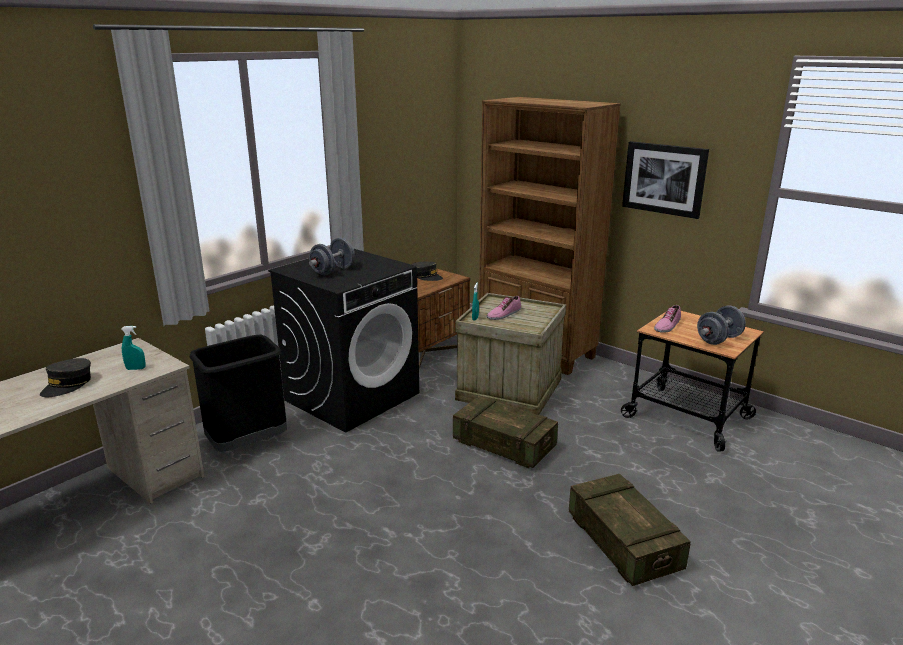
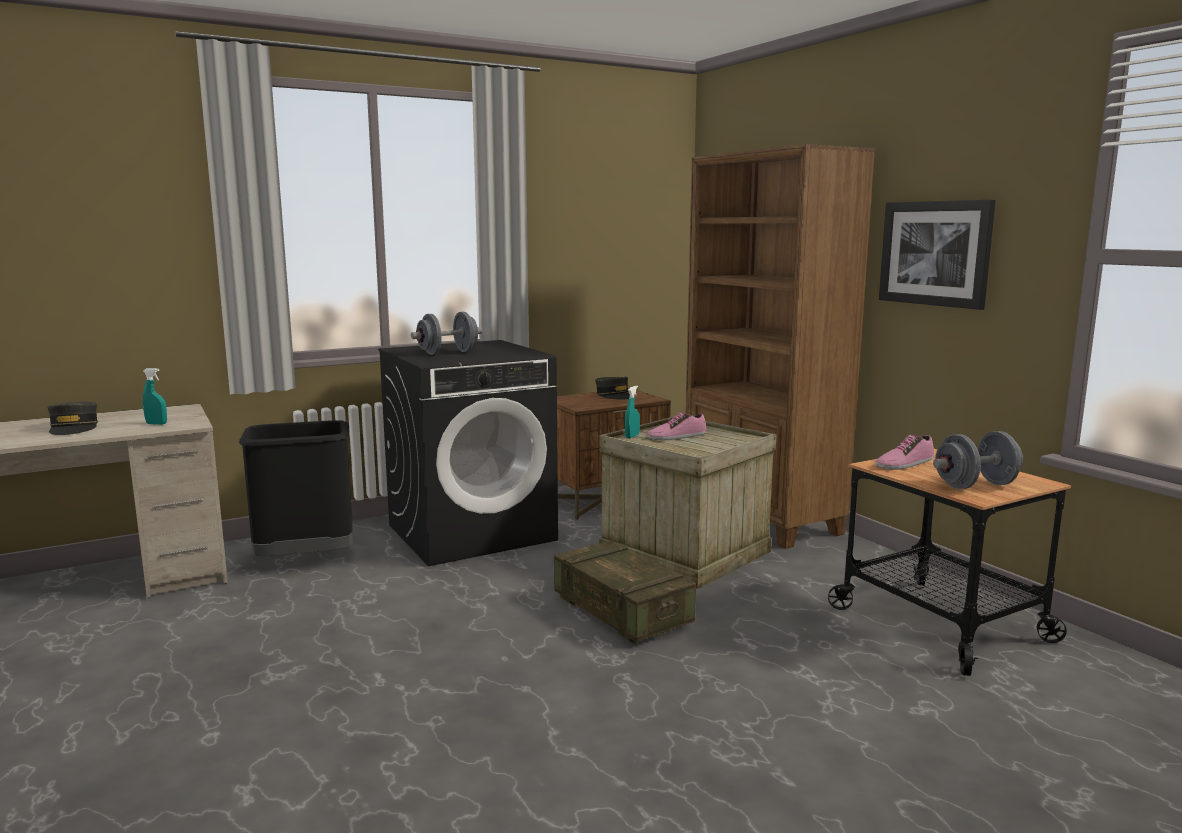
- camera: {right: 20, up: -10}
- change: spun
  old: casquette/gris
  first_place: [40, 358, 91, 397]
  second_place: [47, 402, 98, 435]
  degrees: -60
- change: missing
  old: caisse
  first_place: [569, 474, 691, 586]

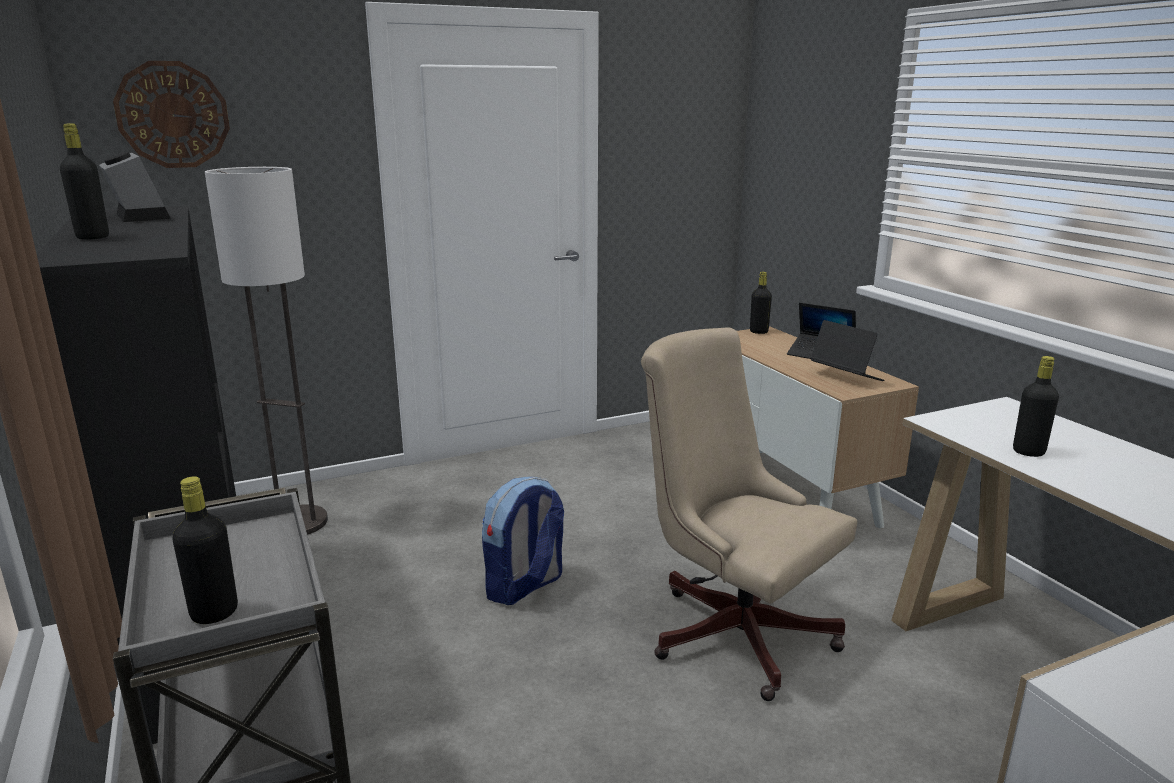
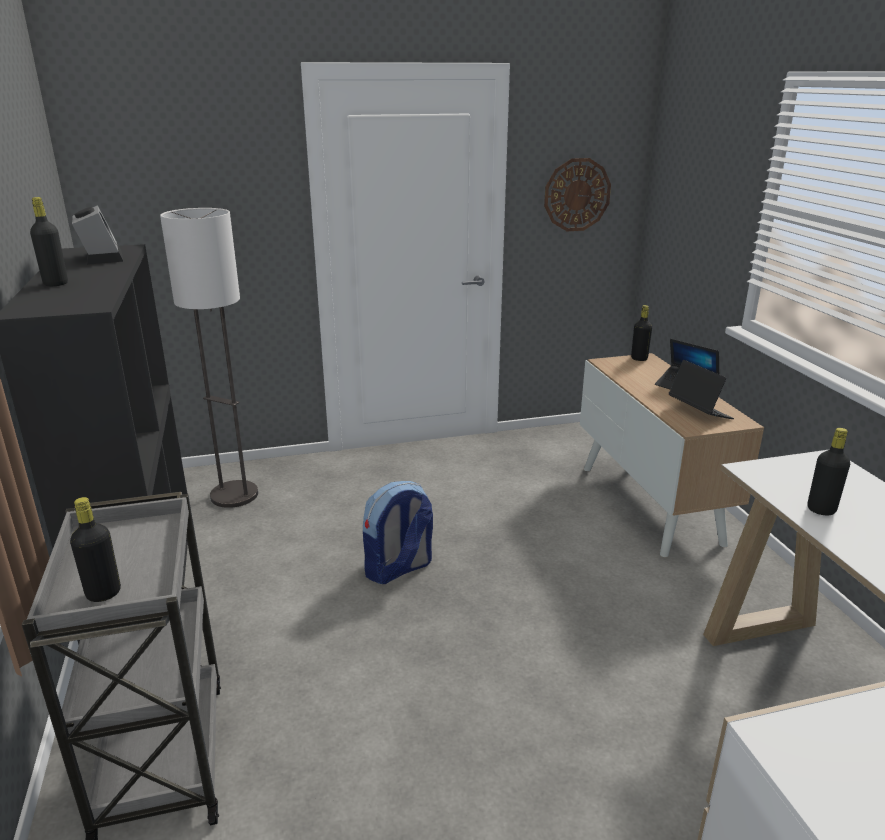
- camera: {right: 10, up: 5}
- change: relocated
  old: horloge murale
  first_place: [113, 61, 230, 168]
  second_place: [544, 158, 611, 231]
- change: missing
  old: chaise de bureau/beige
  first_place: [641, 327, 857, 701]

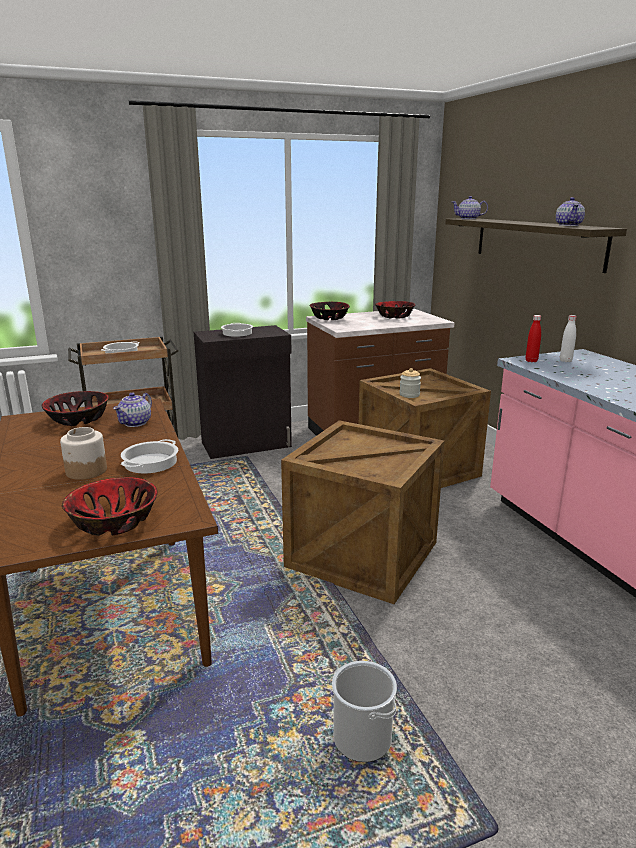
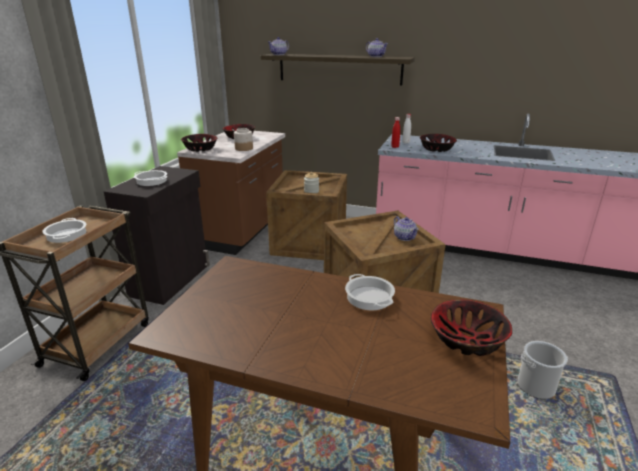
- camera: {right: -50, up: 5}
- change: relocated
  old: bol
  first_place: [42, 391, 109, 426]
  second_place: [420, 134, 457, 152]
- change: relocated
  old: bocal
  first_place: [60, 427, 107, 480]
  second_place: [234, 128, 253, 151]
- change: relocated
  old: théière
  first_place: [113, 393, 152, 427]
  second_place: [394, 216, 419, 241]

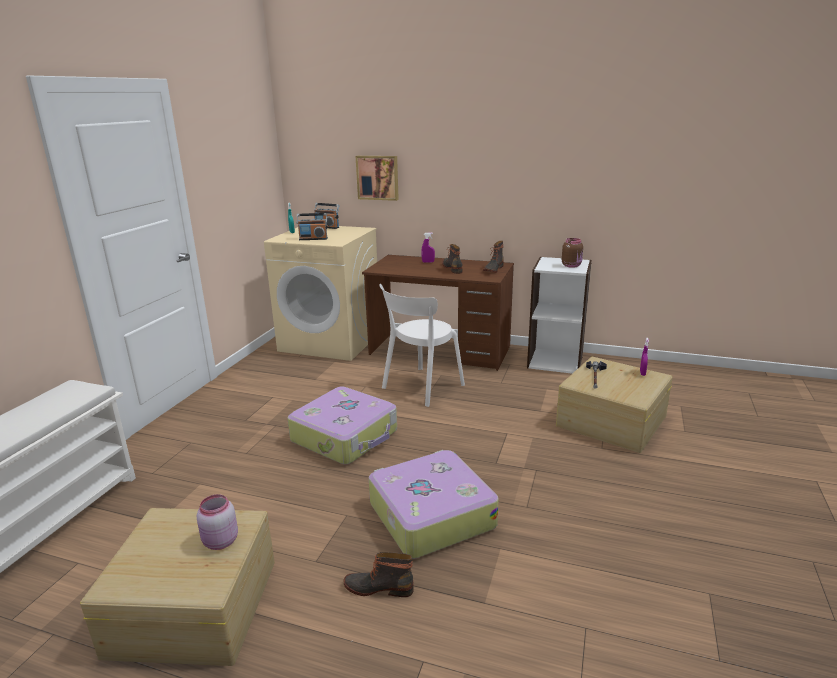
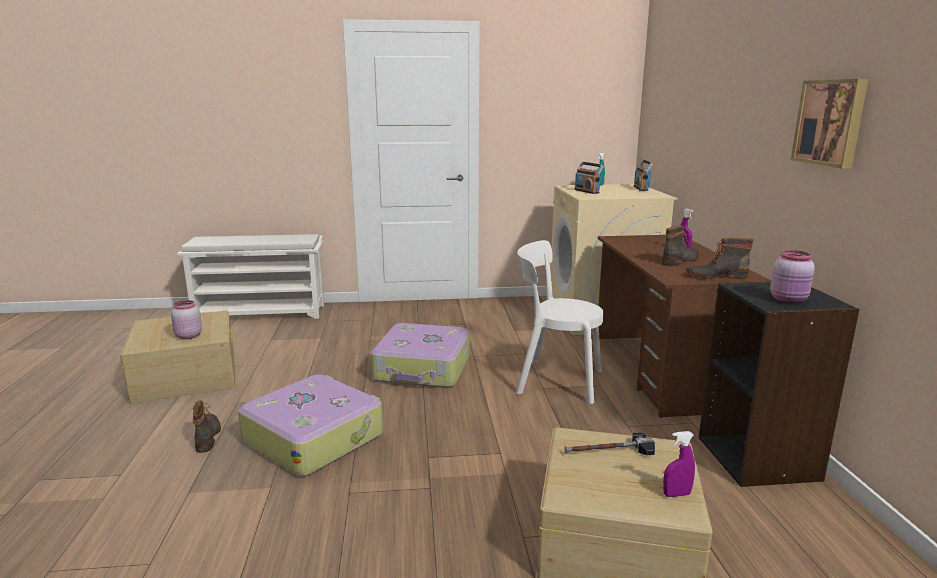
- camera: {right: 65, up: -5}
- change: relocated
  old: tableau
  first_place: [355, 156, 399, 201]
  second_place: [791, 79, 868, 169]
- change: colour
  old: bibliothèque/blanc
  new: bibliothèque/noir
  first_place: [527, 257, 592, 374]
  second_place: [698, 281, 860, 487]
- change: colour
  old: bocal/marron
  new: bocal/rose
  first_place: [562, 238, 583, 268]
  second_place: [770, 250, 815, 303]

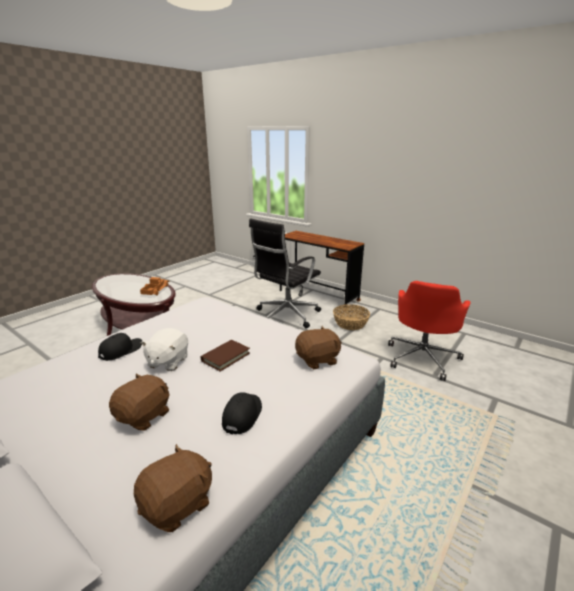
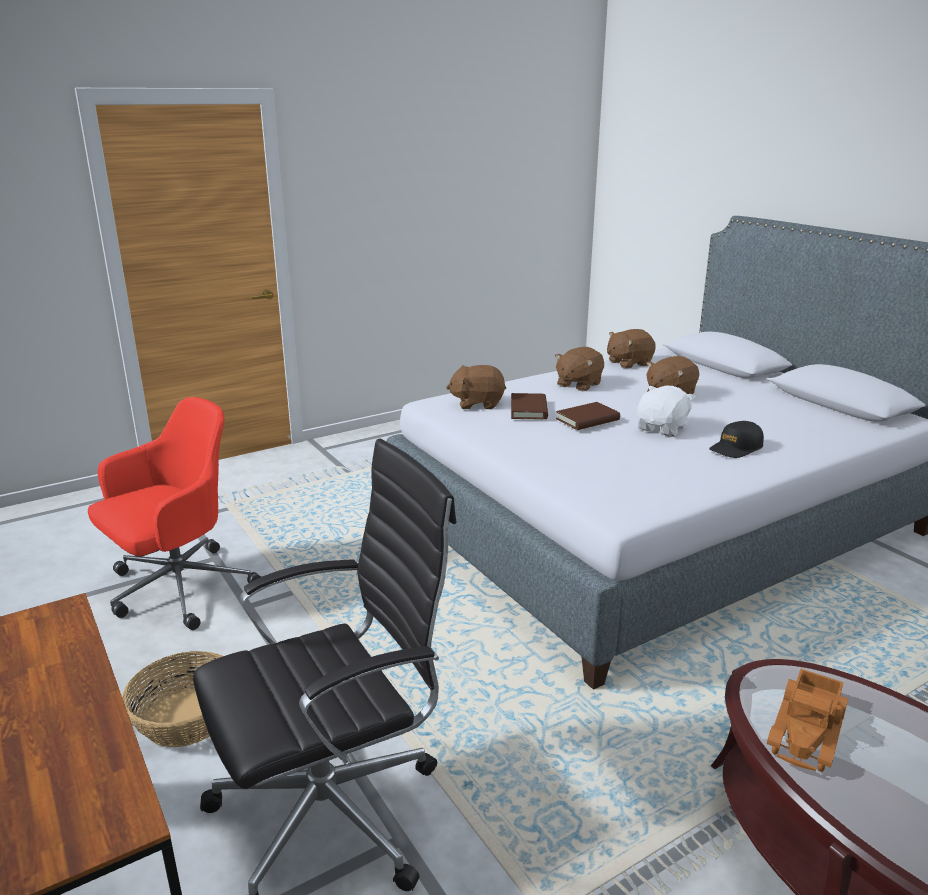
- camera: {right: -160, up: 0}
- change: exchanged
  old: casquette/noir
  new: peluche/marron
  first_place: [222, 392, 262, 434]
  second_place: [555, 347, 604, 391]
- change: appeared
  new: livre/marron
  second_place: [511, 393, 548, 420]

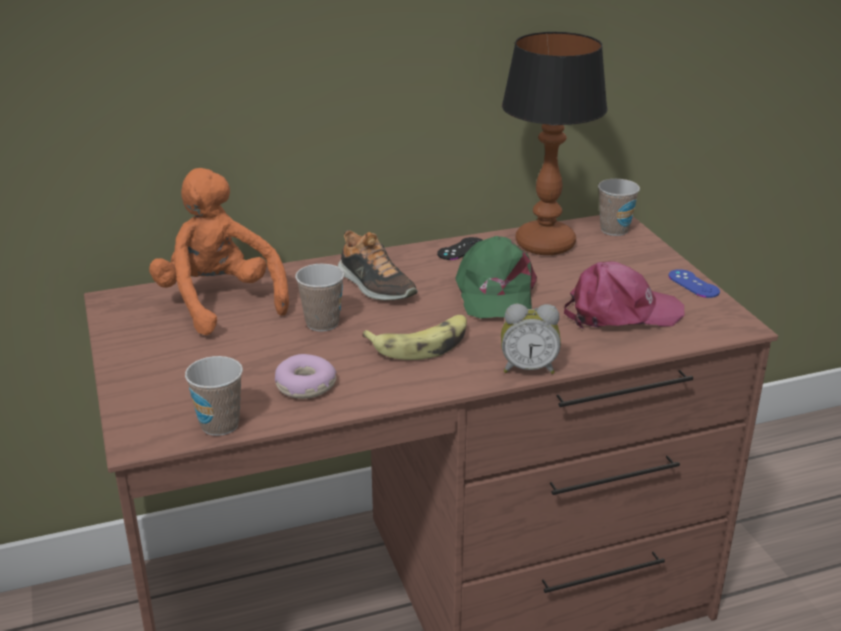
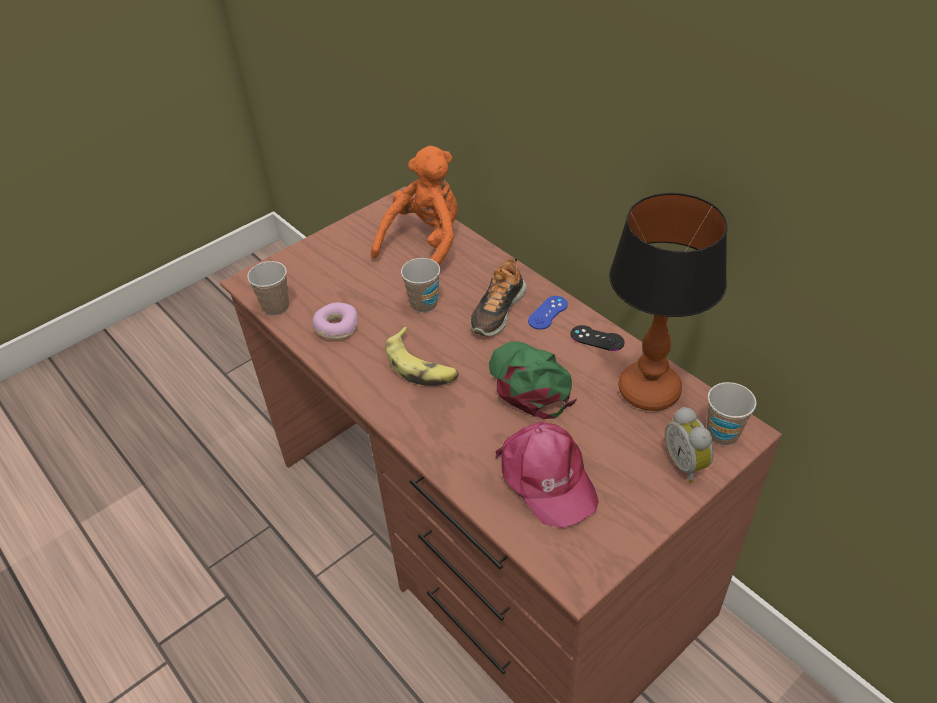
- camera: {right: 70, up: 15}
- change: spun
  old: casquette/vert
  first_place: [455, 236, 537, 319]
  second_place: [489, 342, 577, 419]
  degrees: 90
- change: relocated
  old: réveil
  first_place: [501, 304, 561, 374]
  second_place: [665, 407, 713, 483]
- change: relocated
  old: manette/bleu
  first_place: [668, 269, 720, 298]
  second_place: [528, 296, 568, 330]

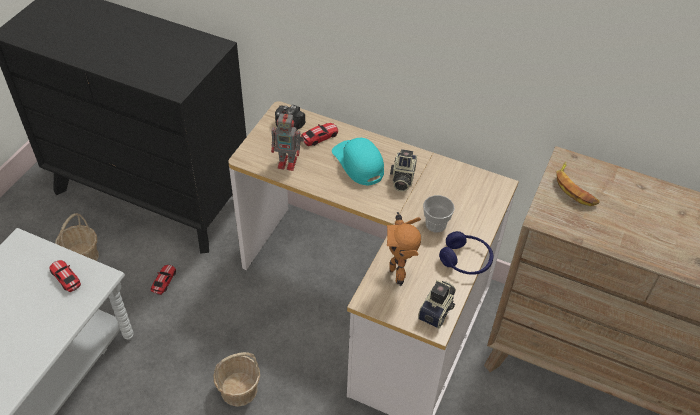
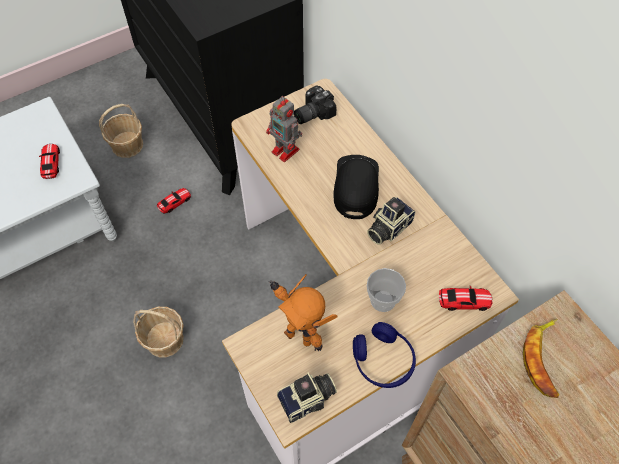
- camera: {right: 35, up: 10}
- change: relocated
  old: petite voiture
  first_place: [301, 123, 338, 146]
  second_place: [439, 286, 493, 311]
- change: colour
  old: casquette/turquoise
  new: casquette/noir
  first_place: [332, 138, 384, 186]
  second_place: [333, 155, 379, 219]
- change: spun
  old: robot jouet
  first_place: [387, 212, 421, 286]
  second_place: [269, 274, 338, 351]
  degrees: -75

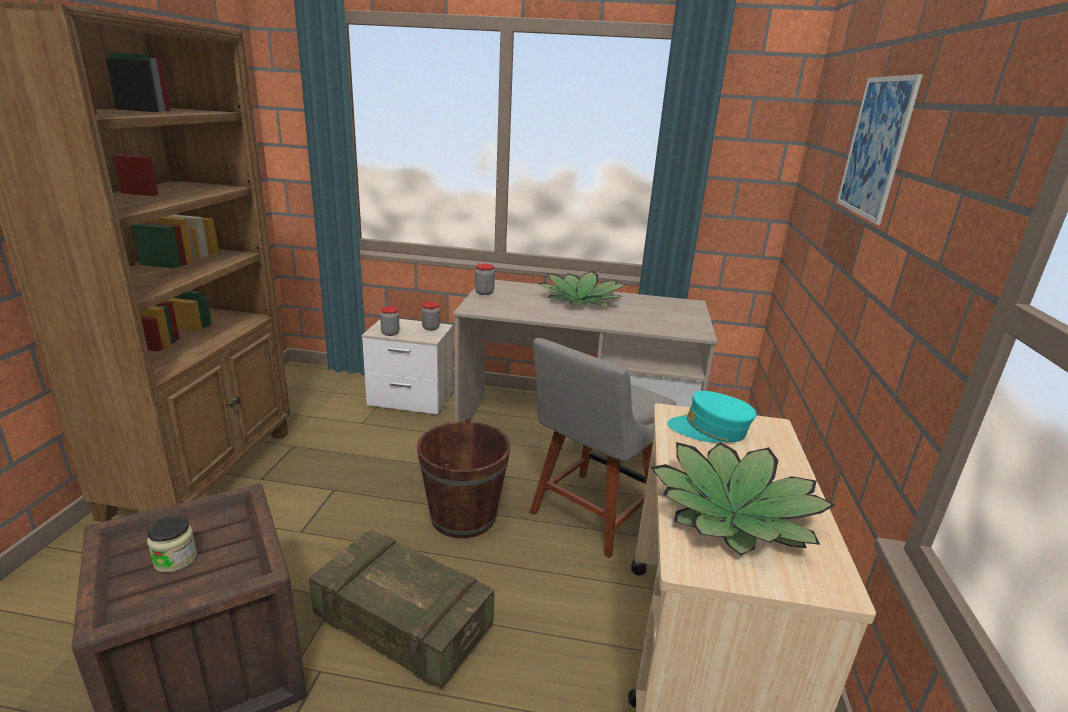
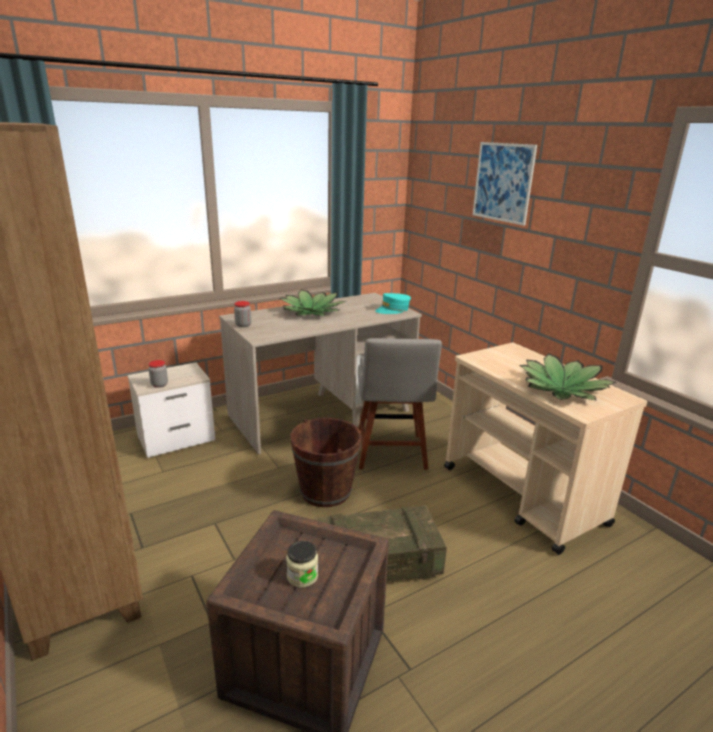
- camera: {right: -40, up: 0}
- change: missing
  old: bocal
  first_place: [422, 302, 440, 331]
- change: relocated
  old: casquette/turquoise
  first_place: [668, 391, 757, 442]
  second_place: [375, 293, 411, 314]

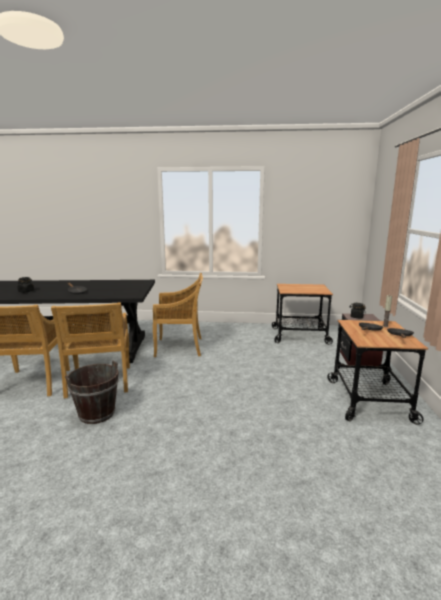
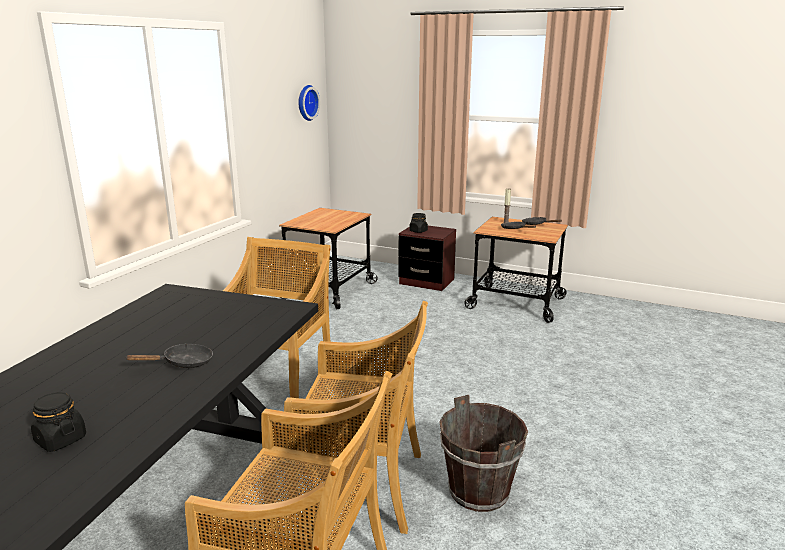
- camera: {right: -70, up: 5}
- change: appeared
  new: horloge murale
  second_place: [298, 85, 320, 121]

